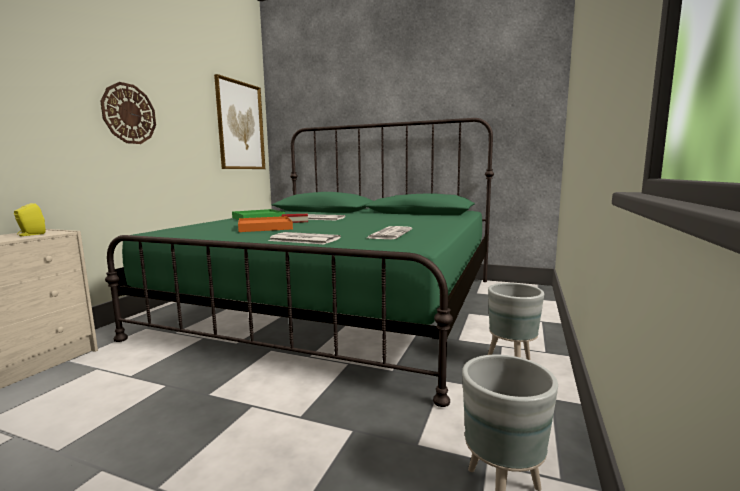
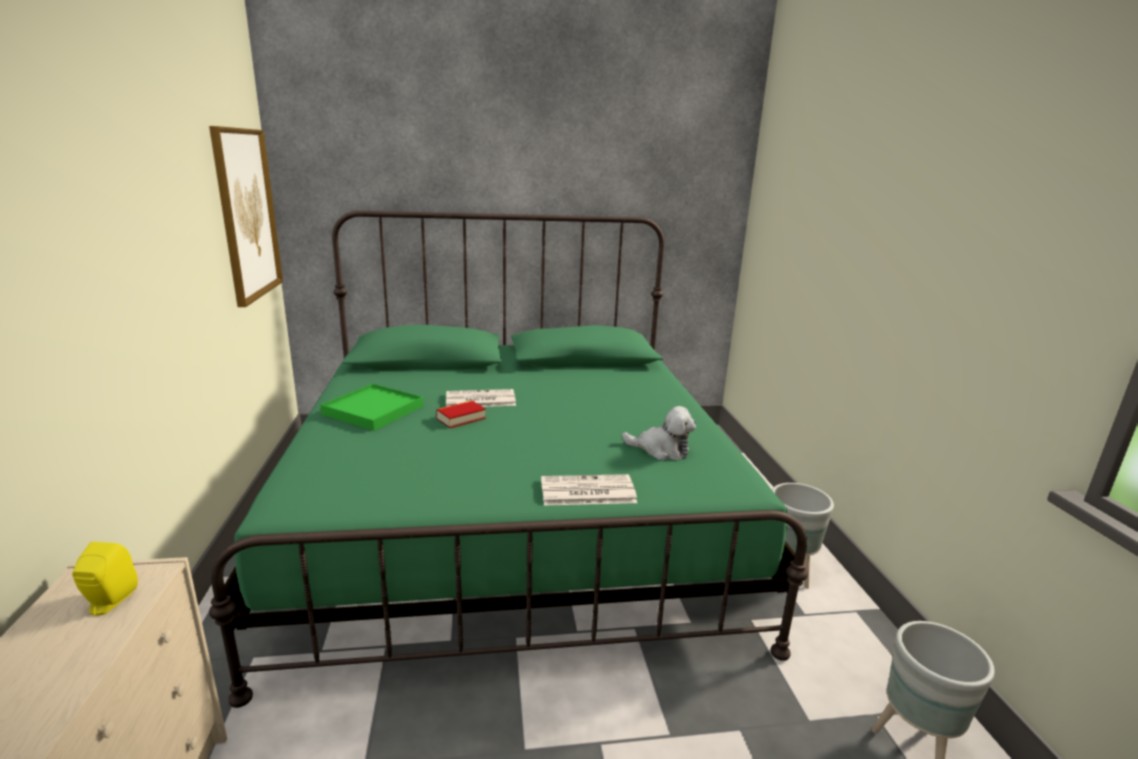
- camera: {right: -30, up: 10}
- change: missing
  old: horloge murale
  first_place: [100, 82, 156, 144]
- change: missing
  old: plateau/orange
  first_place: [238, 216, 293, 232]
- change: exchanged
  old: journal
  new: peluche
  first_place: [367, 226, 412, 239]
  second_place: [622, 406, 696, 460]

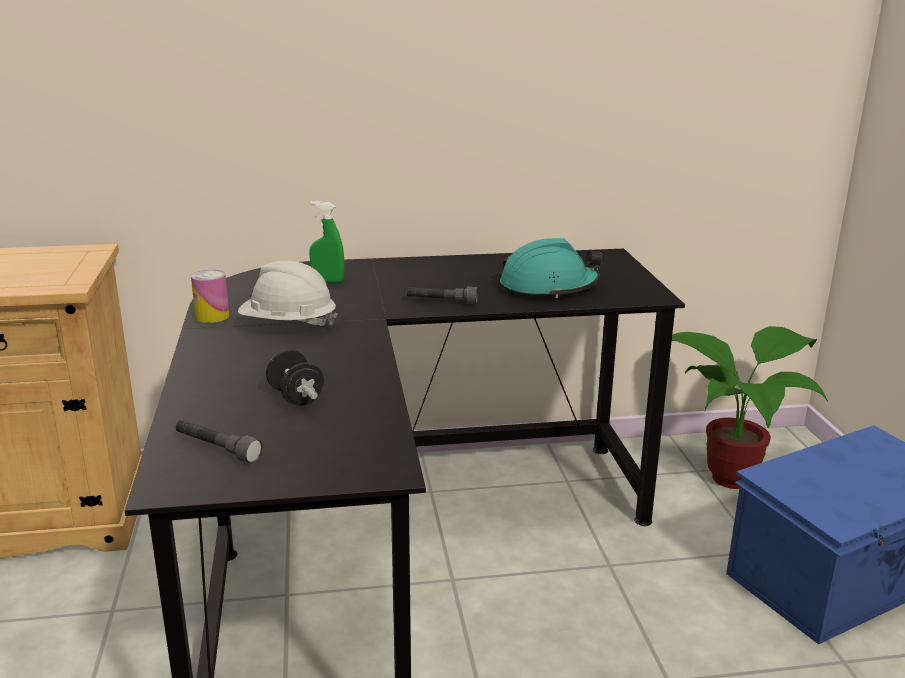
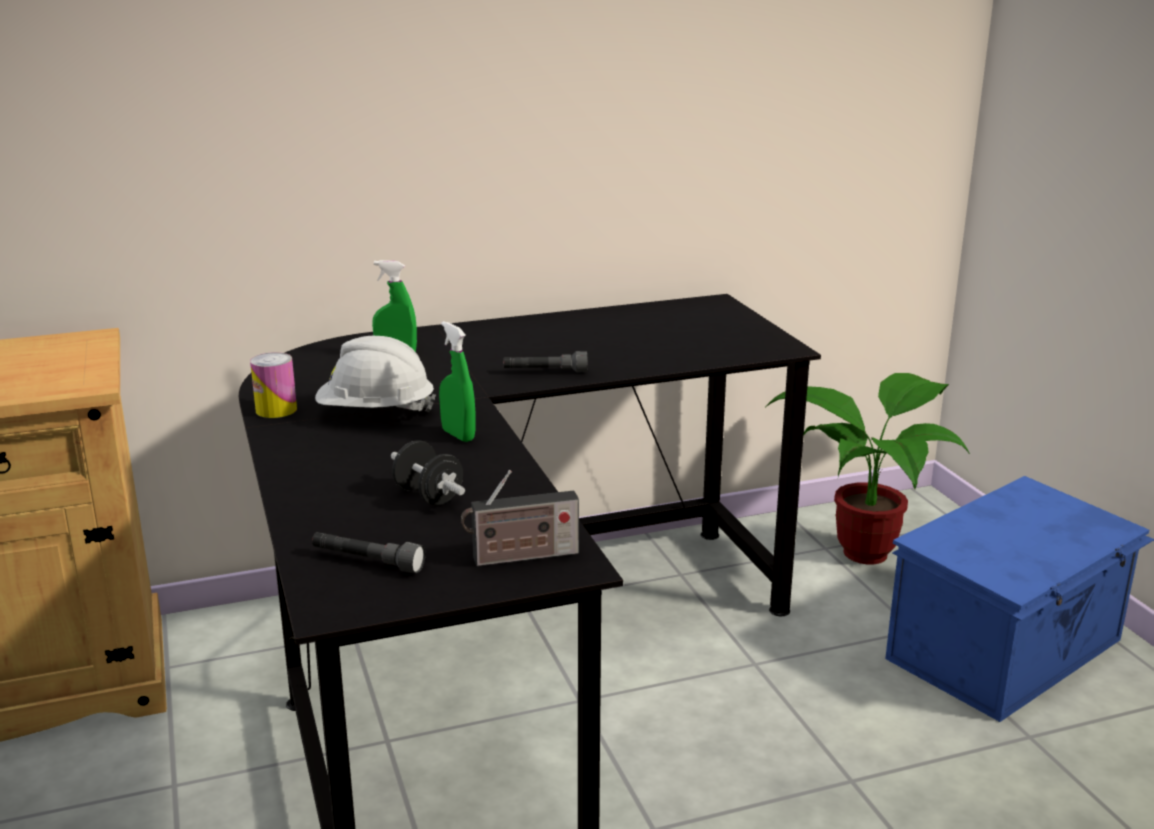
- camera: {right: -10, up: 0}
- change: missing
  old: casque de chantier/turquoise
  first_place: [500, 238, 603, 298]
- change: appeared
  new: vaporisateur/vert
  second_place: [439, 321, 476, 442]
- change: appeared
  new: radio
  second_place: [461, 470, 579, 566]

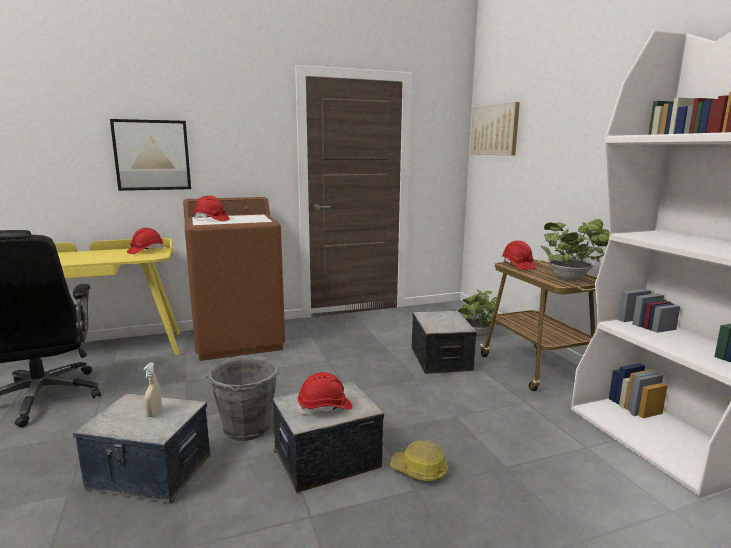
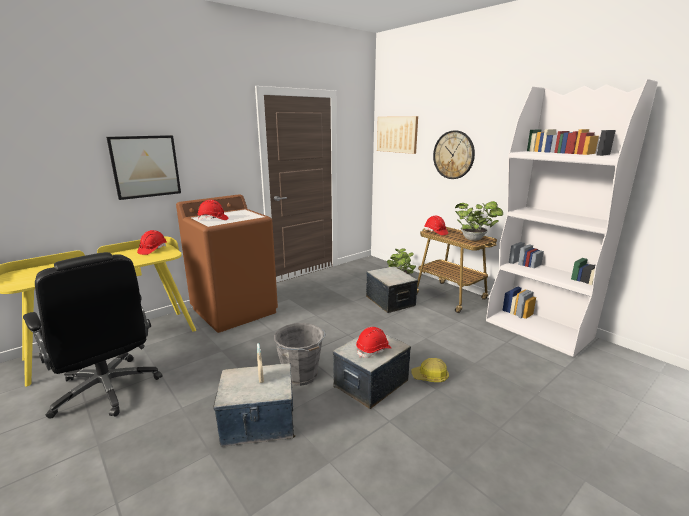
- camera: {right: -20, up: 5}
- change: appeared
  new: horloge murale
  second_place: [433, 130, 475, 179]

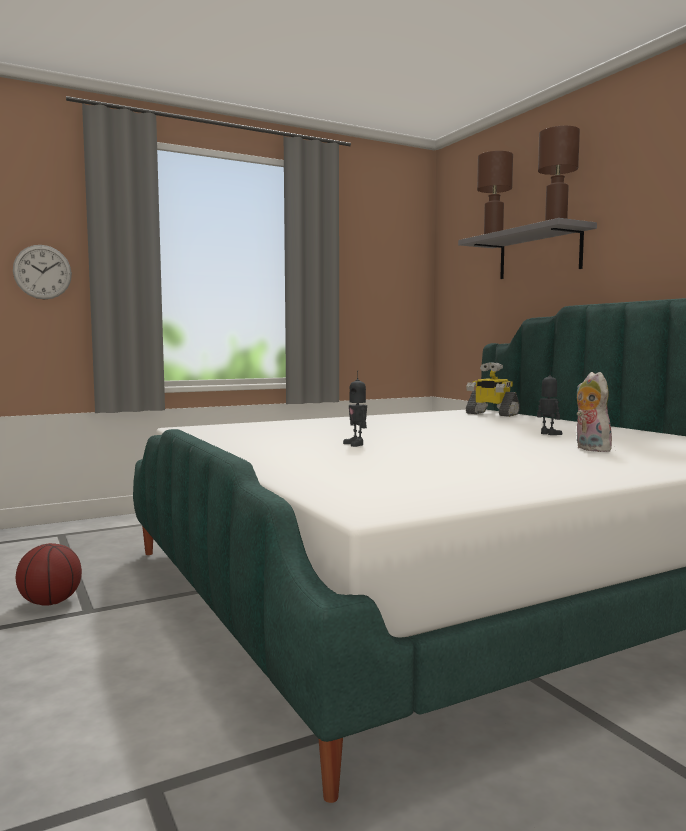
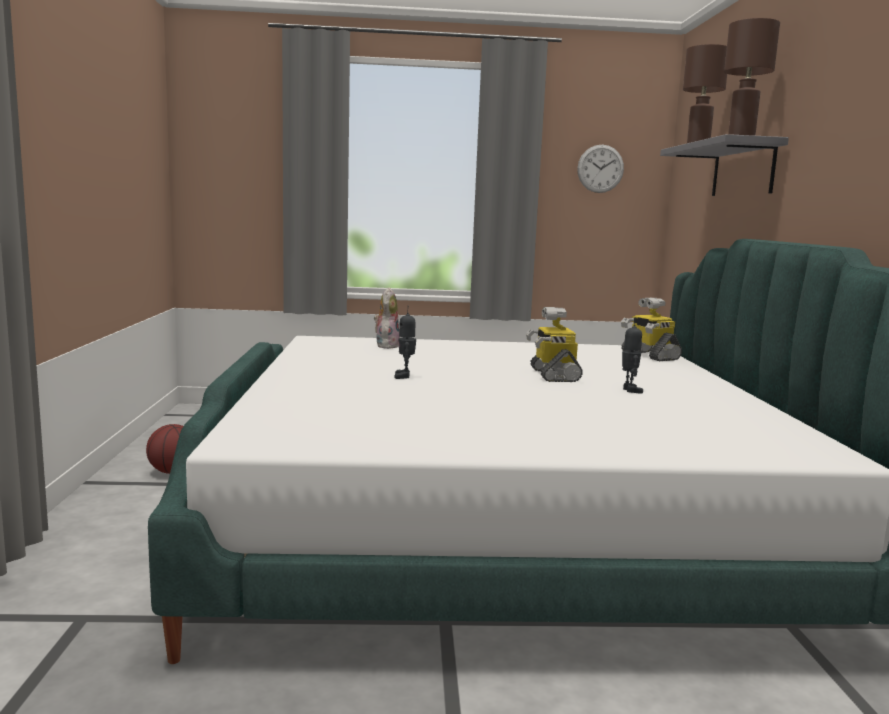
- camera: {right: 25, up: 5}
- change: relocated
  old: horloge murale
  first_place: [13, 245, 72, 300]
  second_place: [577, 145, 624, 193]
- change: relocated
  old: peluche
  first_place: [576, 372, 612, 452]
  second_place: [374, 287, 400, 349]
- change: appeared
  new: robot jouet
  second_place: [526, 307, 583, 382]

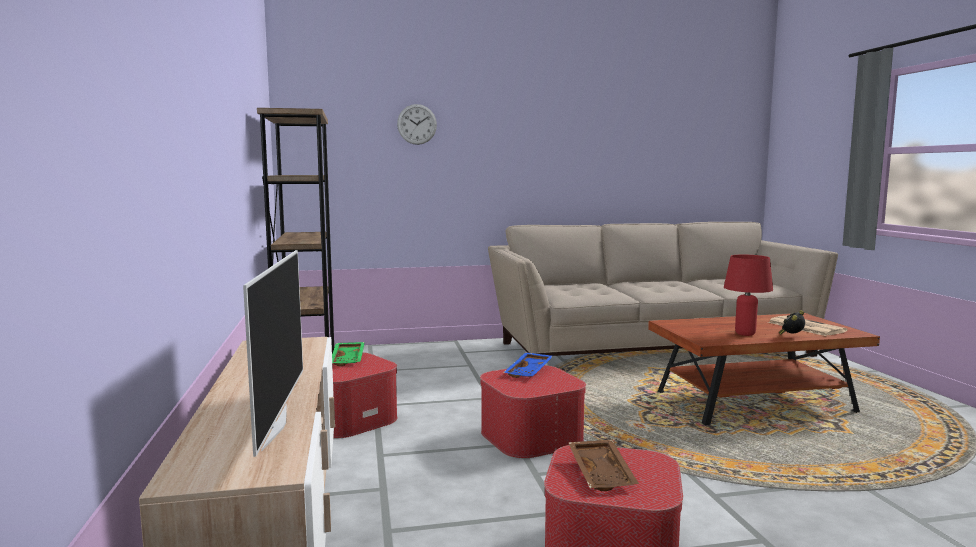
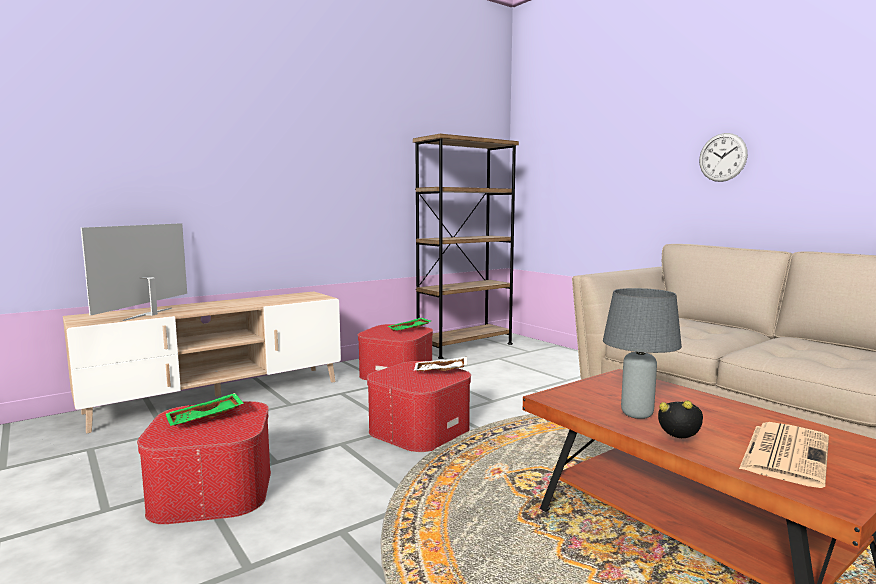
- camera: {right: 65, up: 0}
- change: spun
  old: téléviseur
  first_place: [243, 250, 303, 457]
  second_place: [81, 223, 187, 321]
  degrees: 135
- change: relocated
  old: horloge murale
  first_place: [397, 104, 437, 145]
  second_place: [699, 133, 748, 182]
- change: colour
  old: plateau/bleu
  new: plateau/blanc
  first_place: [503, 352, 553, 378]
  second_place: [413, 357, 467, 372]
- change: colour
  old: plateau/marron
  new: plateau/vert
  first_place: [568, 439, 639, 491]
  second_place: [166, 393, 244, 426]
- change: colour
  old: lampe de table/rouge
  new: lampe de table/gris
  first_place: [724, 255, 773, 336]
  second_place: [603, 288, 682, 419]

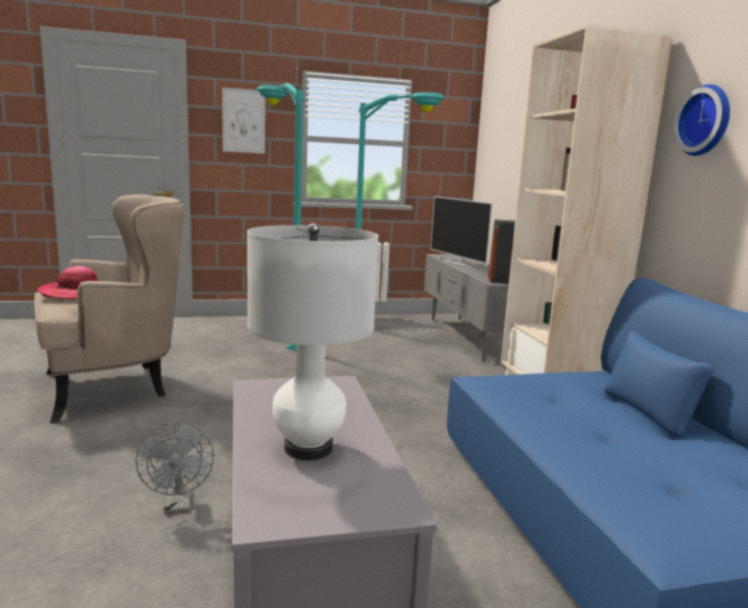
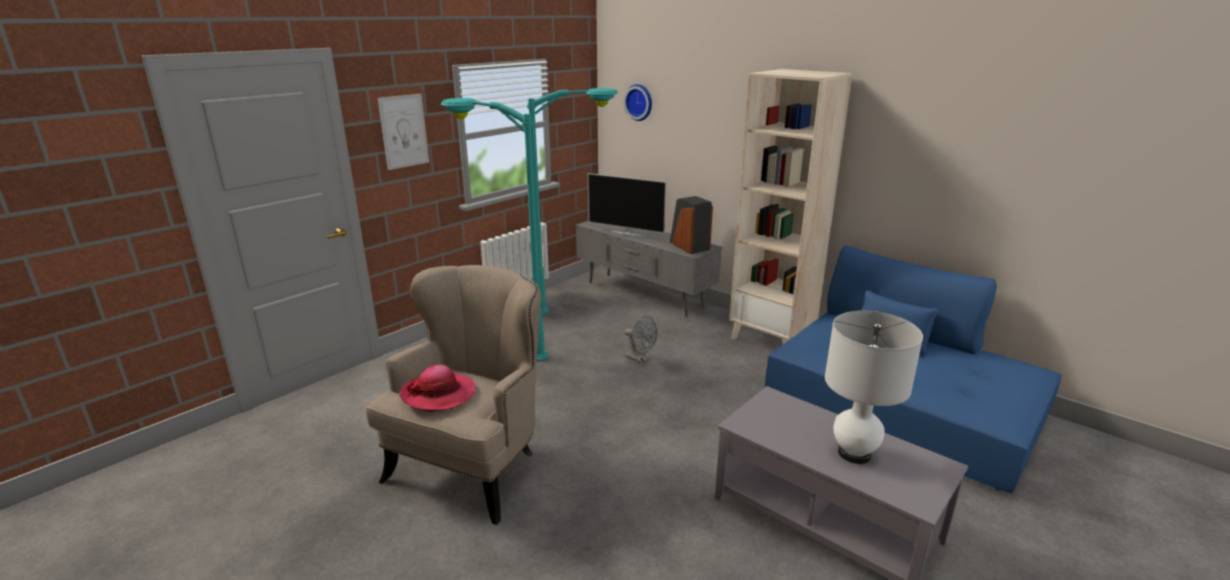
- camera: {right: -35, up: 10}
- change: relocated
  old: ventilateur/gris
  first_place: [135, 422, 214, 514]
  second_place: [624, 316, 658, 364]
- change: relocated
  old: horloge murale
  first_place: [673, 84, 730, 156]
  second_place: [624, 84, 652, 121]

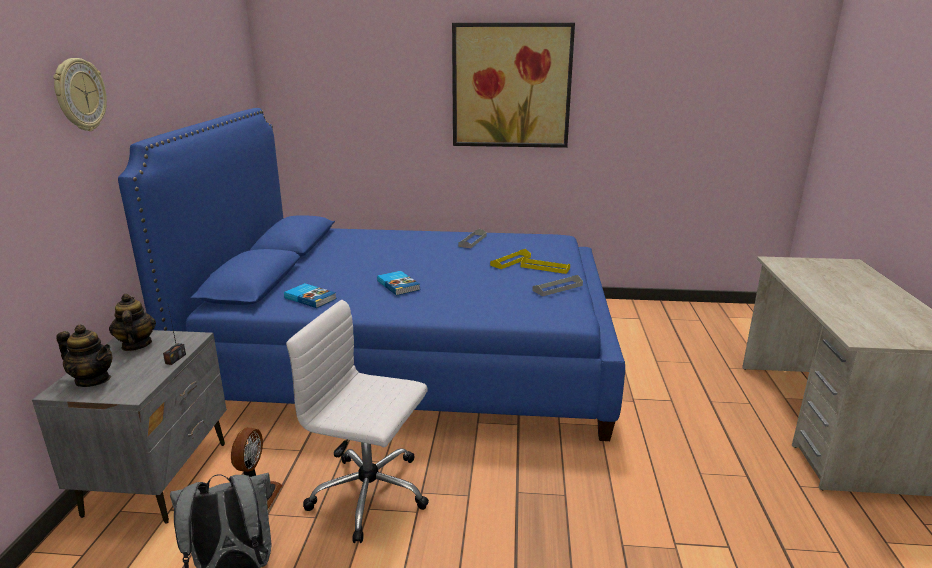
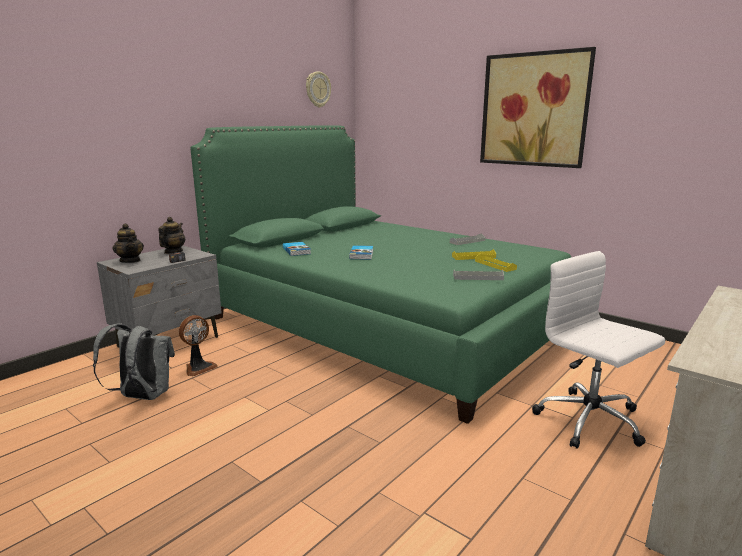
- camera: {right: 35, up: -5}
- change: relocated
  old: horloge murale
  first_place: [53, 58, 107, 131]
  second_place: [306, 71, 331, 108]
- change: colour
  old: lit/bleu
  new: lit/vert
  first_place: [118, 108, 625, 441]
  second_place: [190, 125, 571, 424]
- change: relocated
  old: chaise de bureau/blanc
  first_place: [286, 300, 429, 543]
  second_place: [532, 251, 665, 449]

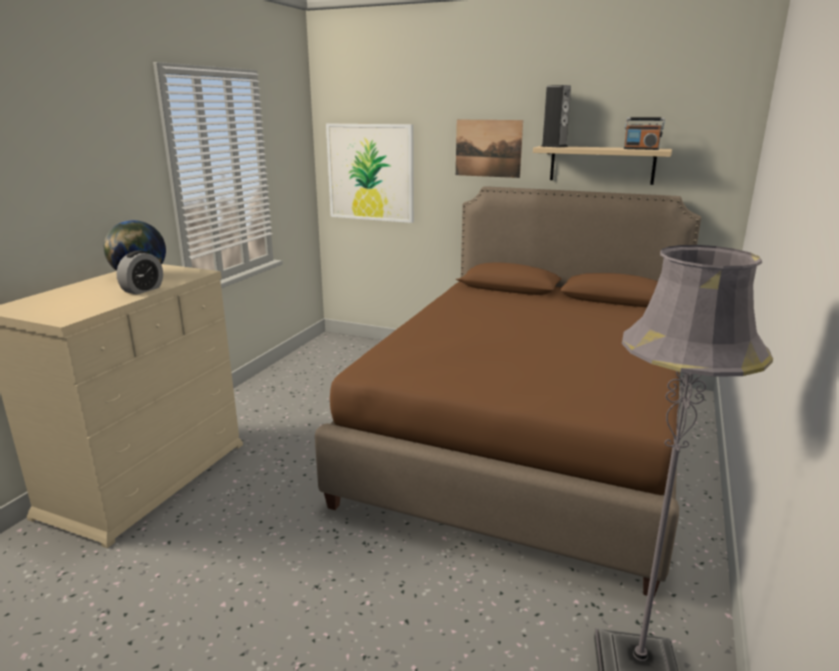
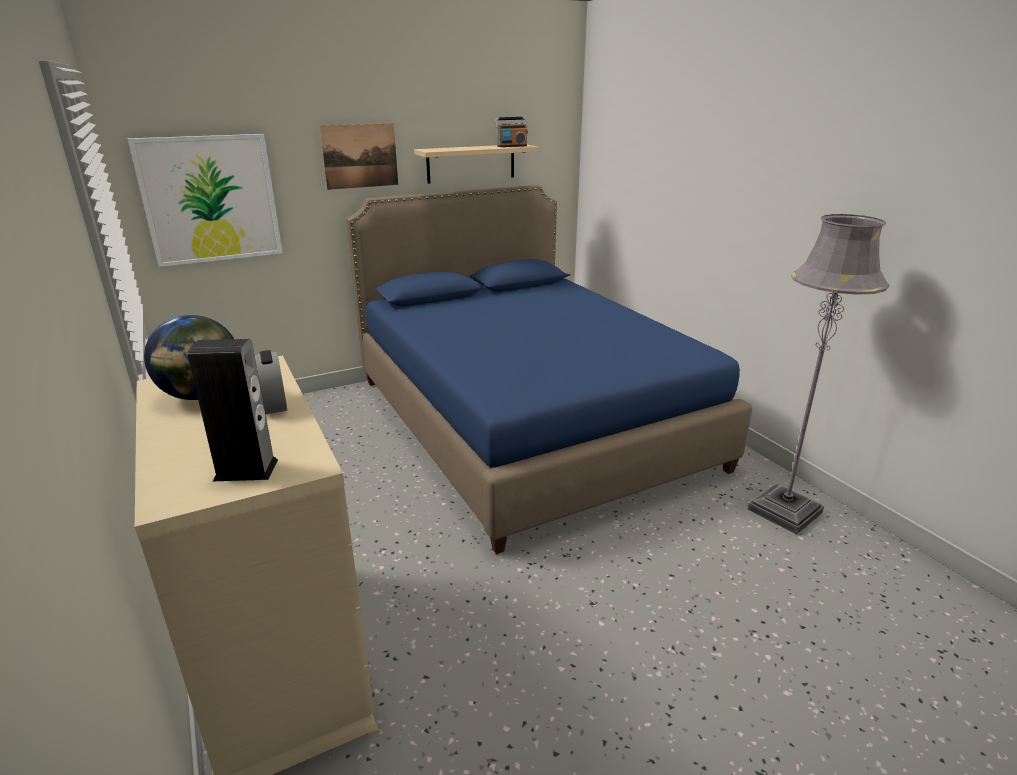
- camera: {right: -50, up: 5}
- change: colour
  old: lit/marron
  new: lit/bleu
  first_place: [315, 186, 701, 597]
  second_place: [346, 185, 752, 554]
- change: relocated
  old: enceinte
  first_place: [541, 85, 571, 148]
  second_place: [188, 339, 278, 481]

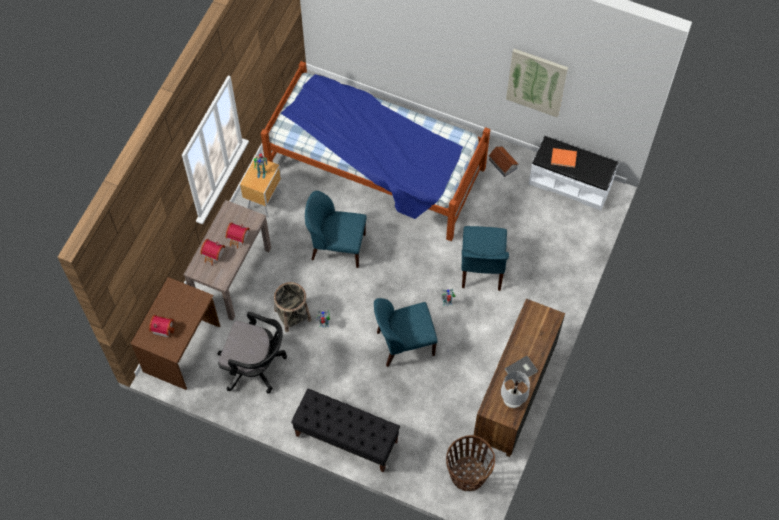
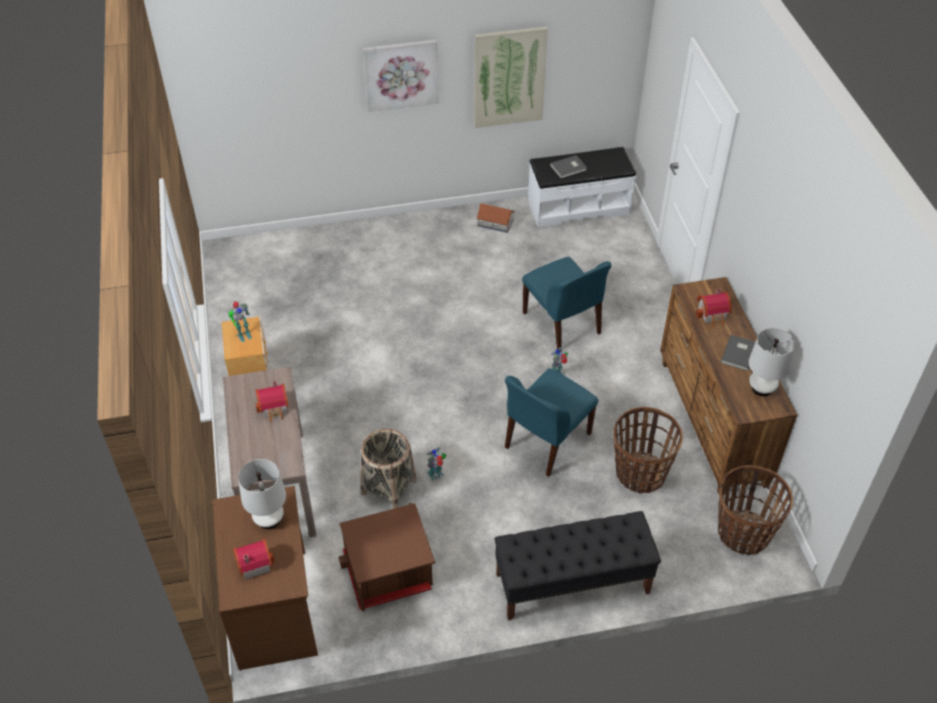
- camera: {right: -35, up: -15}
- change: relocated
  old: maison miniature
  first_place: [200, 239, 225, 265]
  second_place: [696, 288, 732, 327]
- change: exchanged
  old: chaise de bureau/noir
  new: boîte de rangement/marron
  first_place: [217, 312, 287, 394]
  second_place: [338, 503, 435, 612]
- change: missing
  old: lit
  first_place: [261, 61, 490, 241]
- change: missing
  old: chaise/bleu
  first_place: [305, 191, 367, 268]
- change: colour
  old: livre/orange
  new: livre/gris
  first_place: [551, 148, 577, 168]
  second_place: [550, 155, 587, 178]
- change: appeared
  new: lampe de table/blanc
  second_place: [238, 459, 286, 529]
- change: appeared
  new: tableau
  second_place: [363, 40, 439, 112]
- change: appeared
  new: panier
  second_place: [613, 407, 683, 493]

